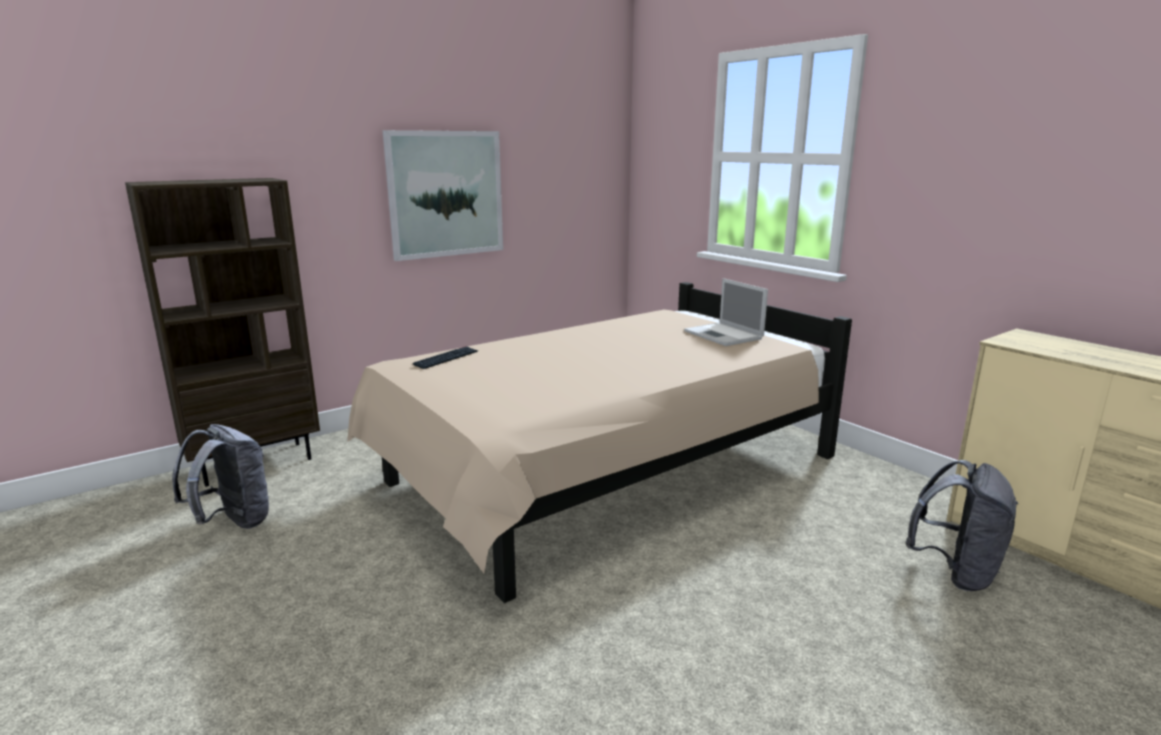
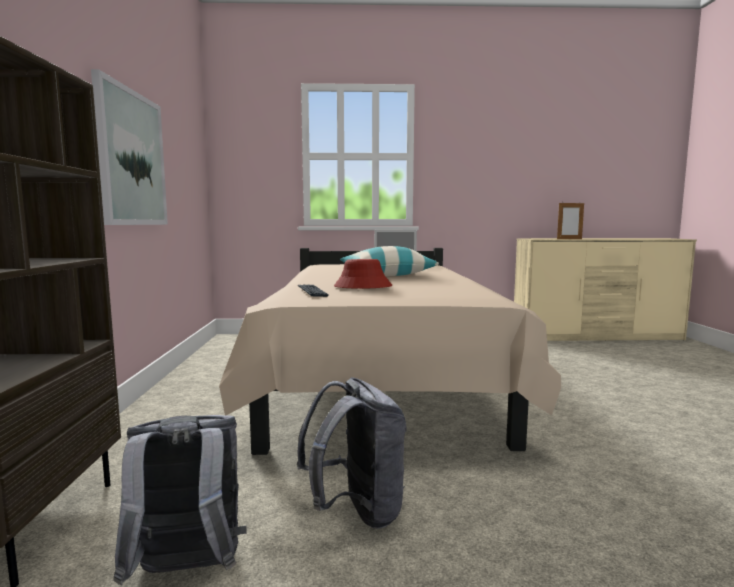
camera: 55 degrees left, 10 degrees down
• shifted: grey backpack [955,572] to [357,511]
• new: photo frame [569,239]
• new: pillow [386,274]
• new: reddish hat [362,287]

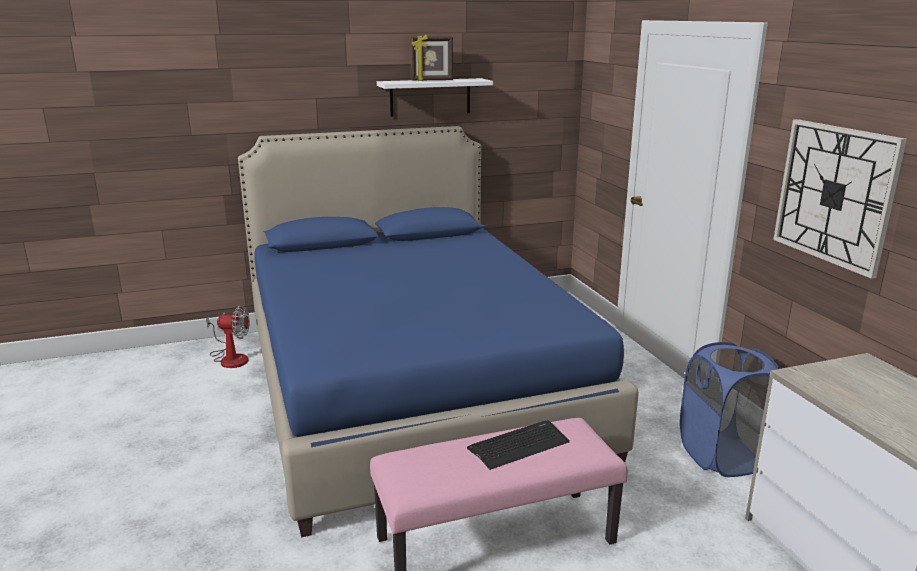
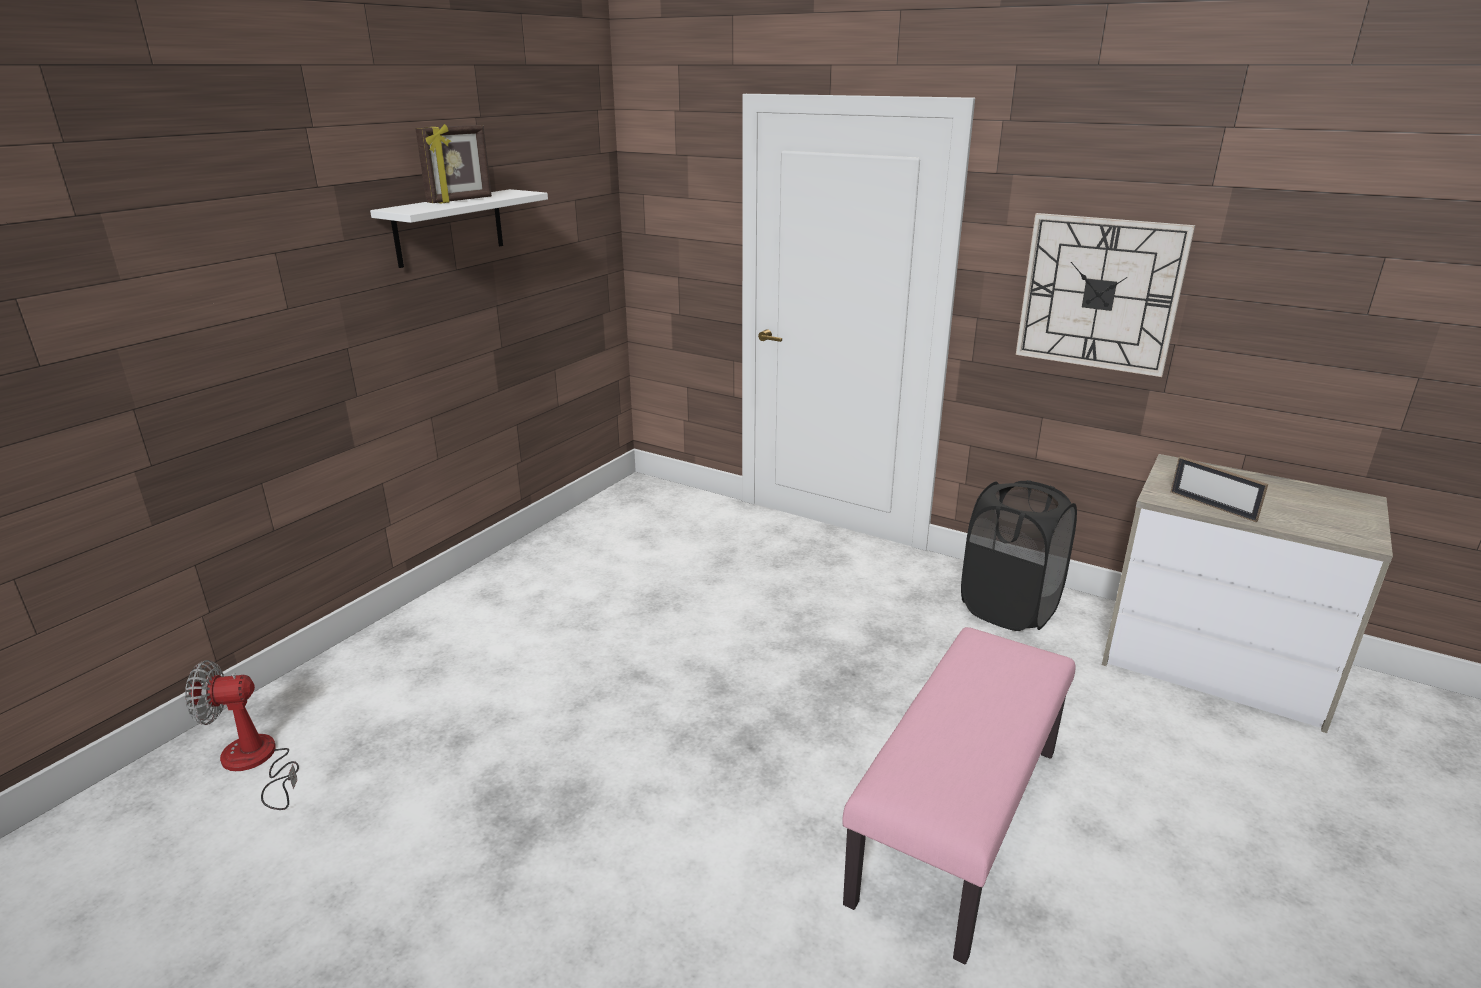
camera: 40 degrees left, 5 degrees up
• gone: bluish sleeping bed [410,389]
• rotated: electric fan [230,358] = [256,763] 150 degrees counterclockwise
• repainted: bluish hamper [722,456] to black hamper [1009,609]
• gone: computer keyboard [519,445]
• new: photo frame [1212,506]

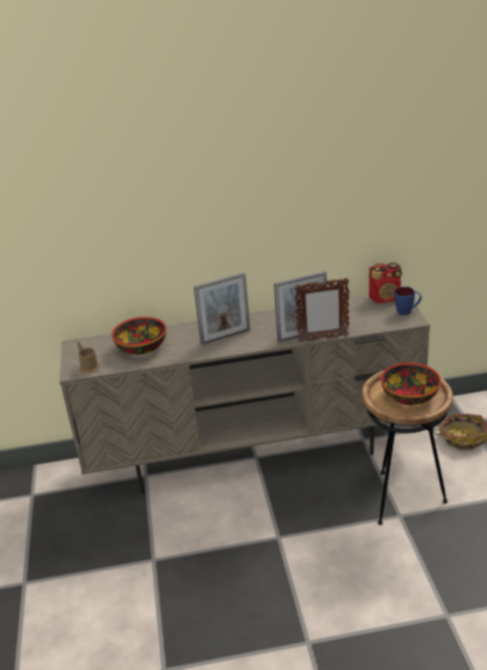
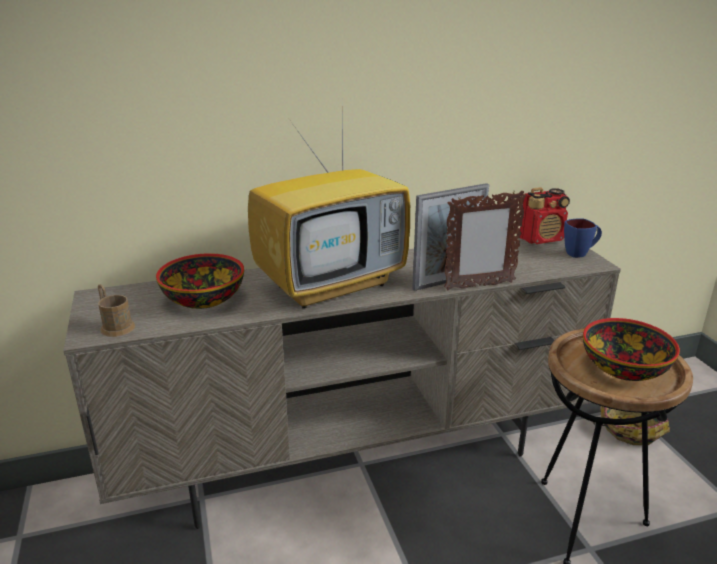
camera: 10 degrees left, 5 degrees down
• swapped: photo frame [225,336] to TV set [332,284]

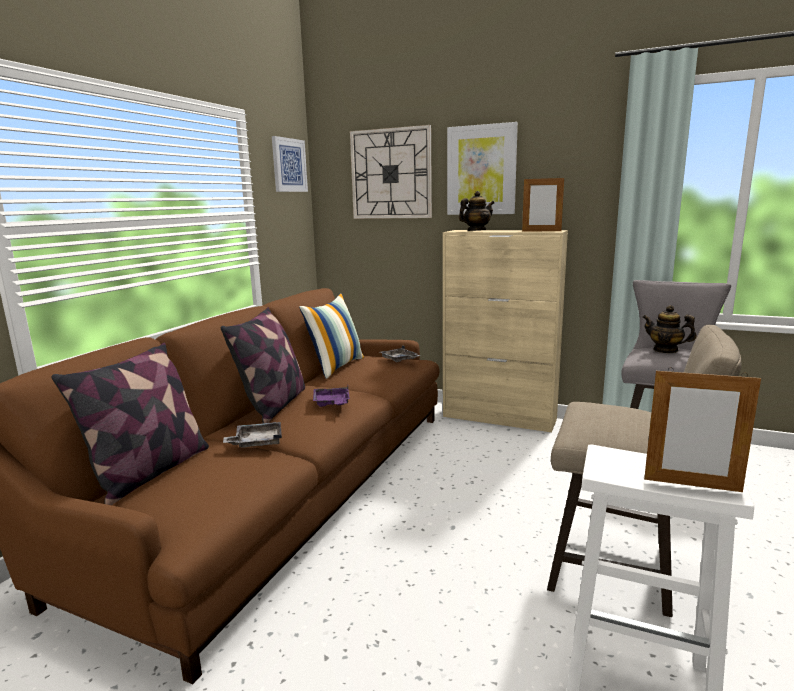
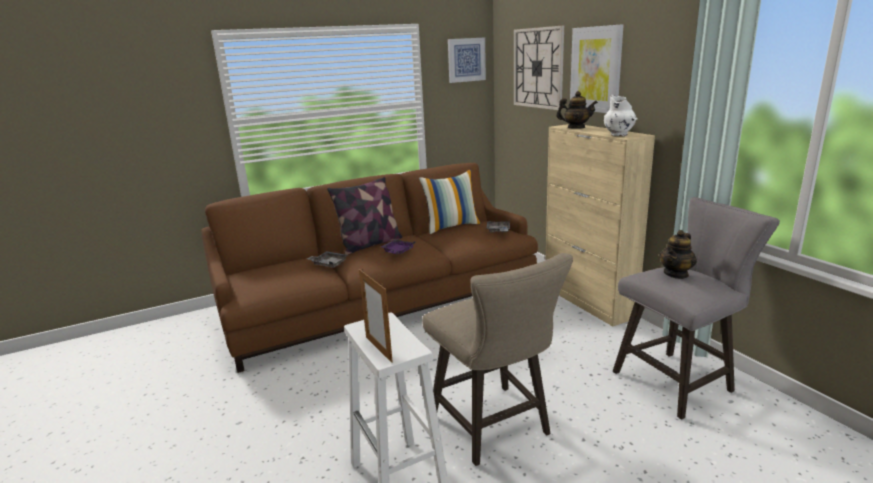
camera: 40 degrees right, 5 degrees up
• swapped: photo frame [541,231] to white decorative vase [619,135]
• rotated: pot for tea [665,350] = [676,274] 120 degrees counterclockwise
• gone: pillow [150,472]

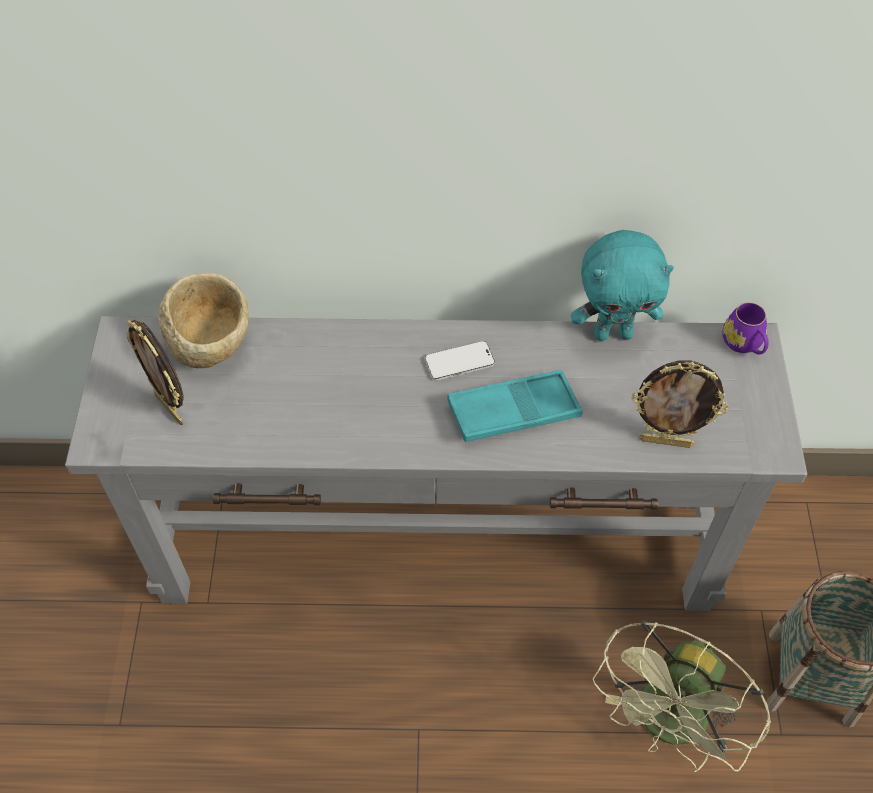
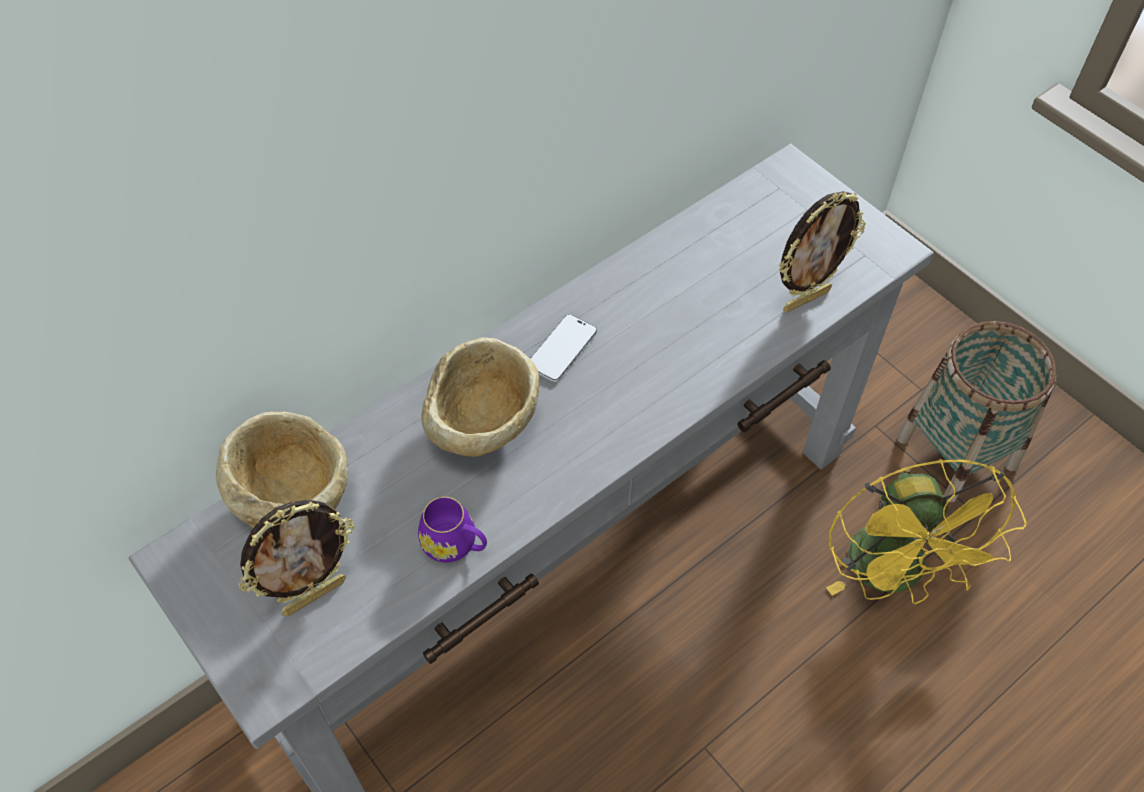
camera: 40 degrees left, 0 degrees up
• gone: turquoise-coloured cuddly toy [613,333]
• shifted: purple coffee mug [744,344] to [455,545]
• rotated: photo frame [171,408] = [314,595] 45 degrees counterclockwise
• gone: turquoise-coloured serving tray [513,411]
• repainted: green electric fan [668,726] to yellowish electric fan [894,575]
• new: beige bowl [483,430]

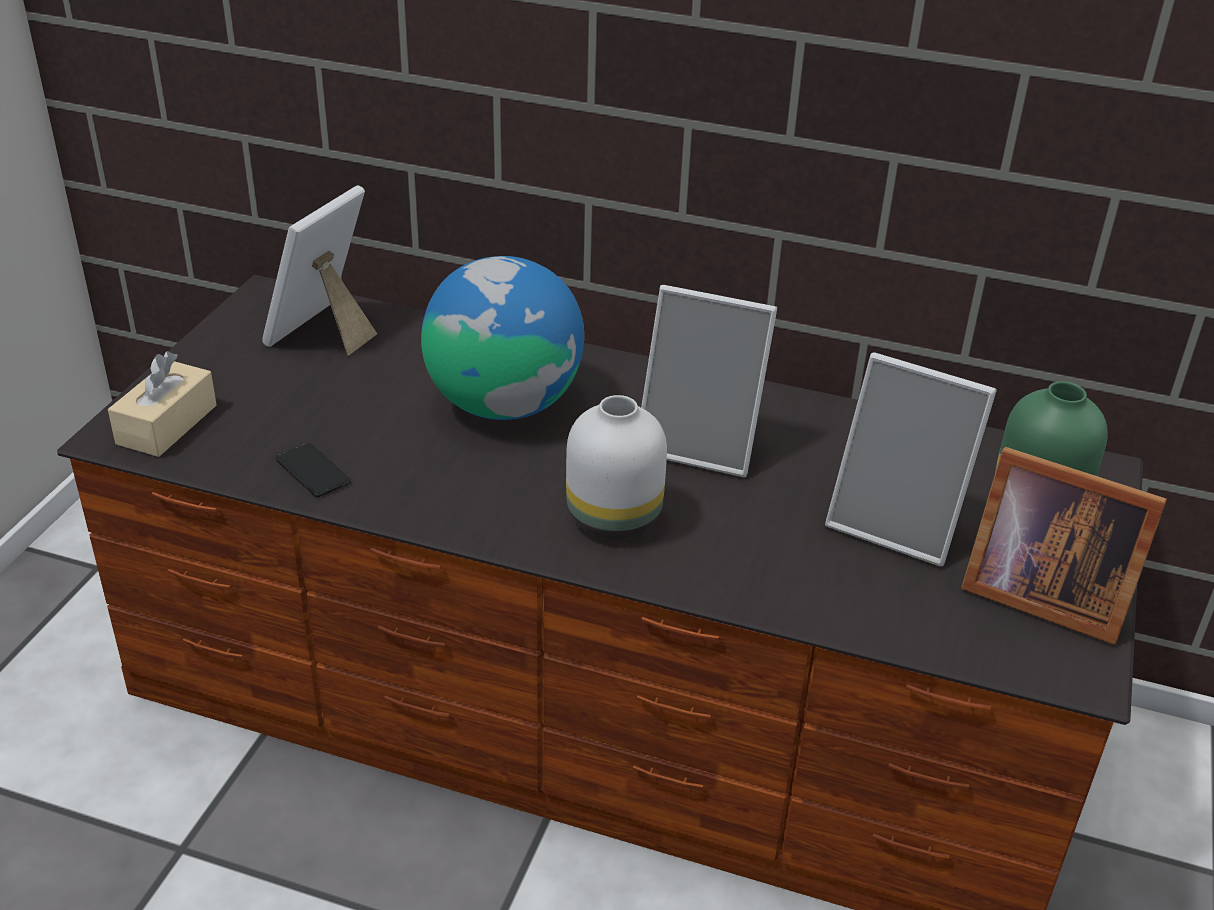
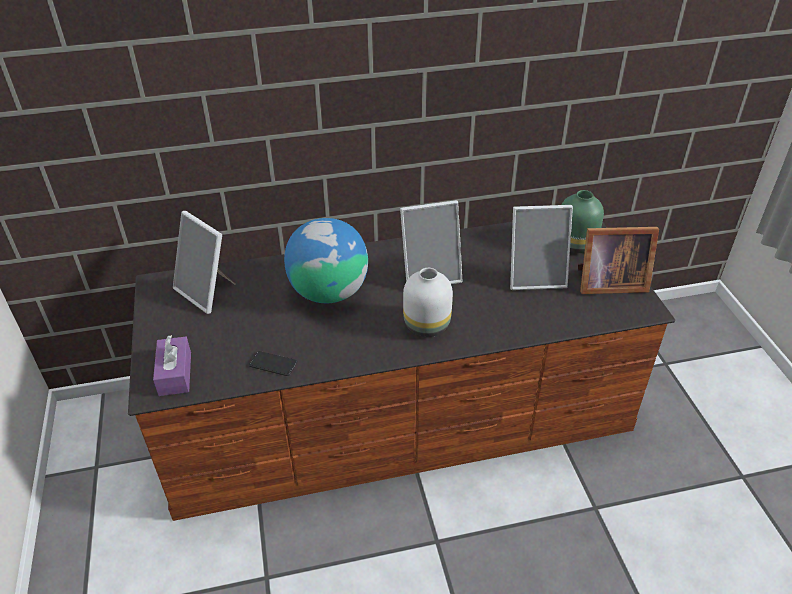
camera: 30 degrees left, 5 degrees up
• rotated: photo frame [325,333] = [207,291] 45 degrees counterclockwise
• repainted: beige tissue holder [167,424] to purple tissue holder [175,374]

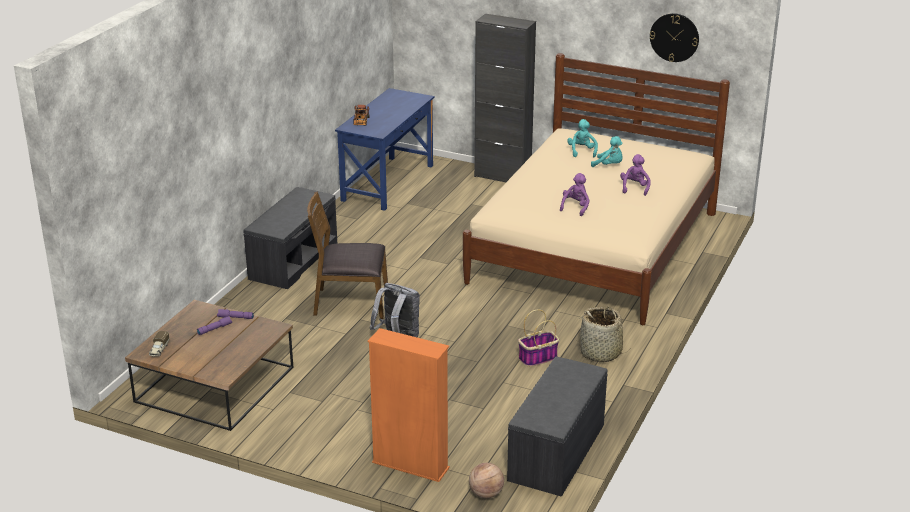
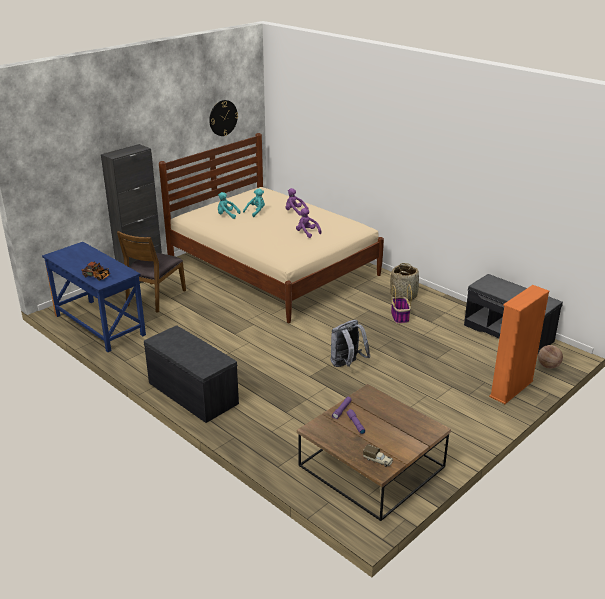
camera: 70 degrees left, 0 degrees up
• shifted: brown upright chair [350,302] to [155,297]

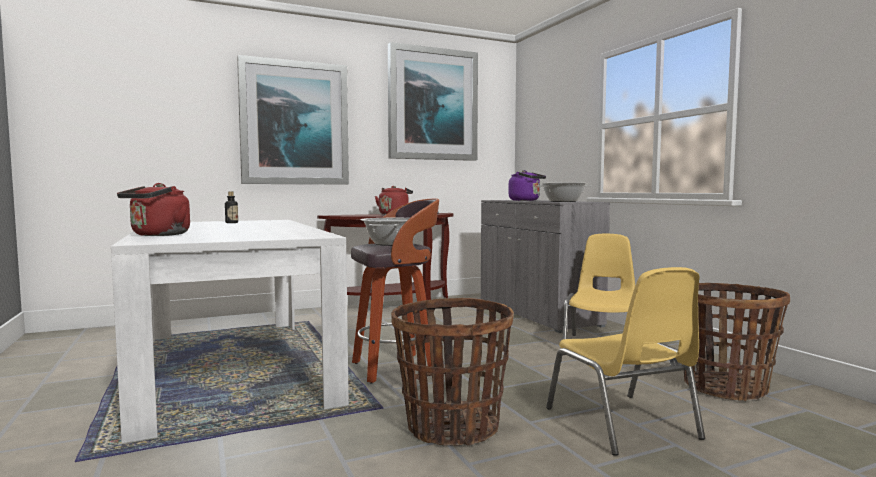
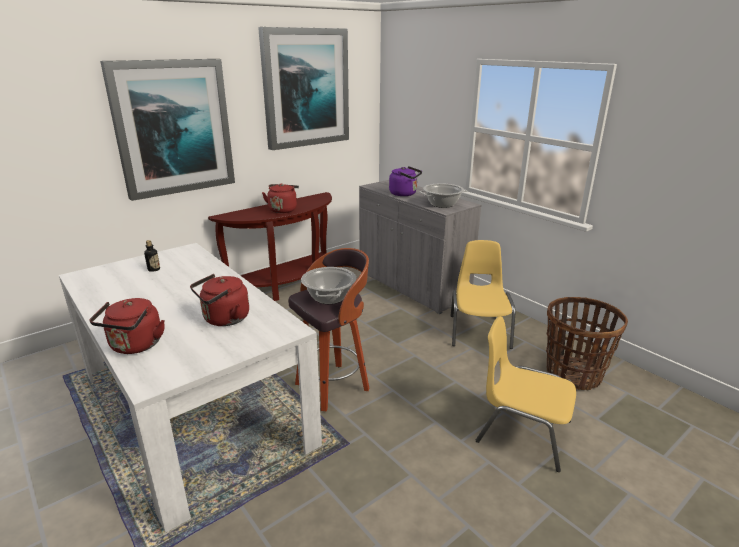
camera: 15 degrees left, 20 degrees up
• rotated: yellowish upright chair [623,424] = [522,431] 150 degrees clockwise
• gone: household basket [451,427]
• new: reddish tea kettle [224,319]

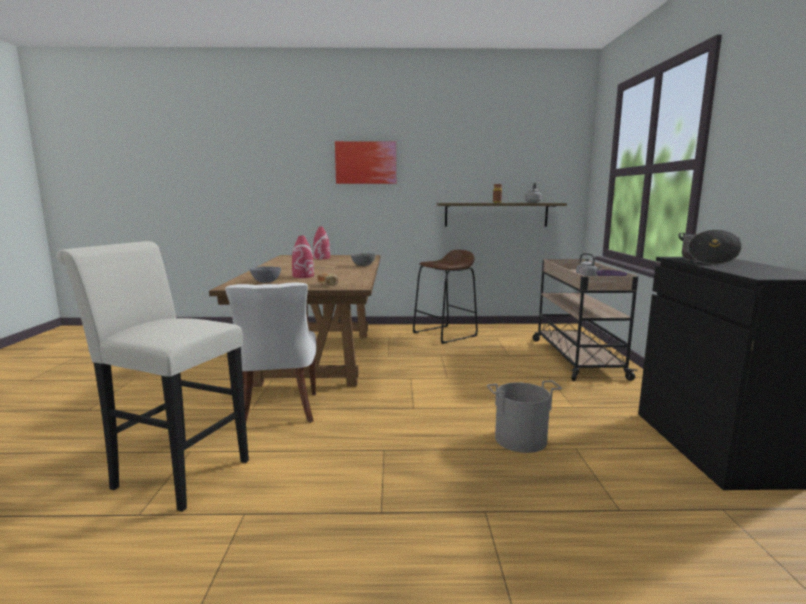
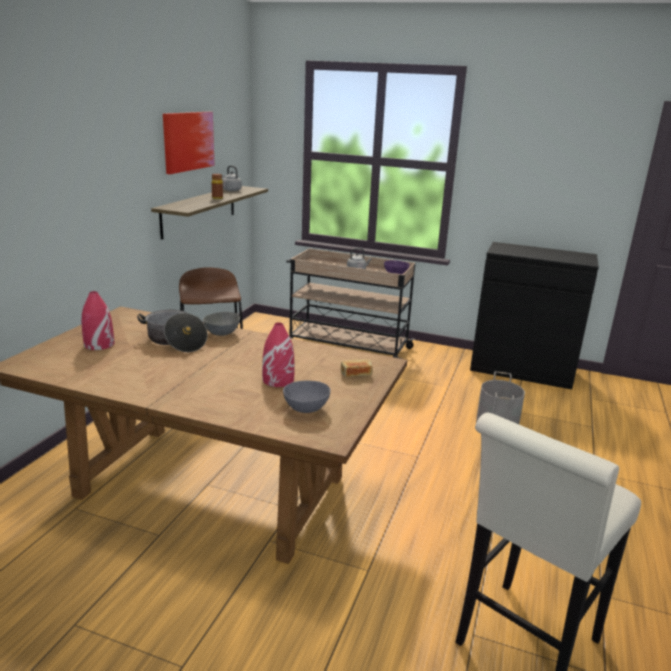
camera: 70 degrees left, 10 degrees up
• shifted: wall picture [366,162] to [188,141]
• shifted: stockpot [706,260] to [175,341]
• gone: white upright chair [278,411]

